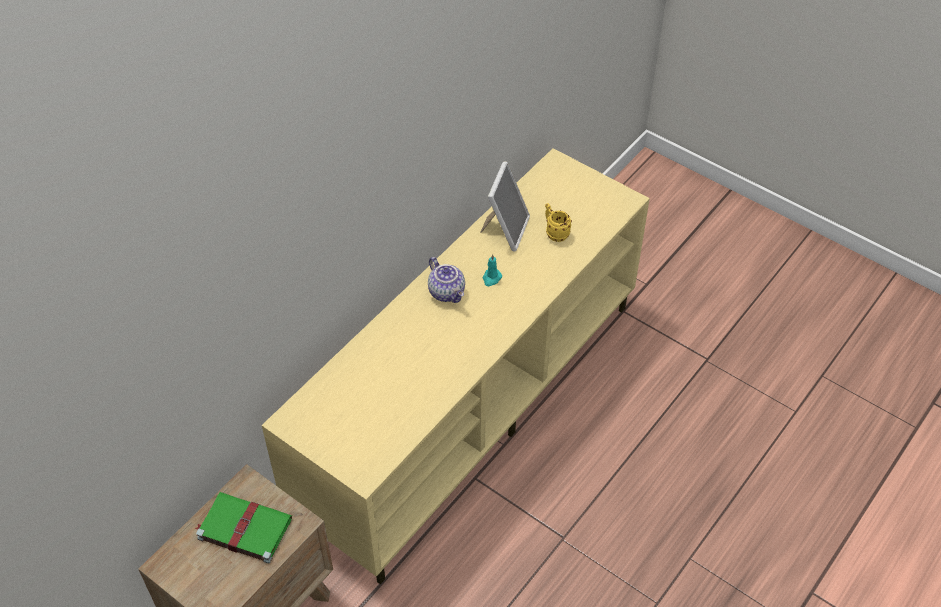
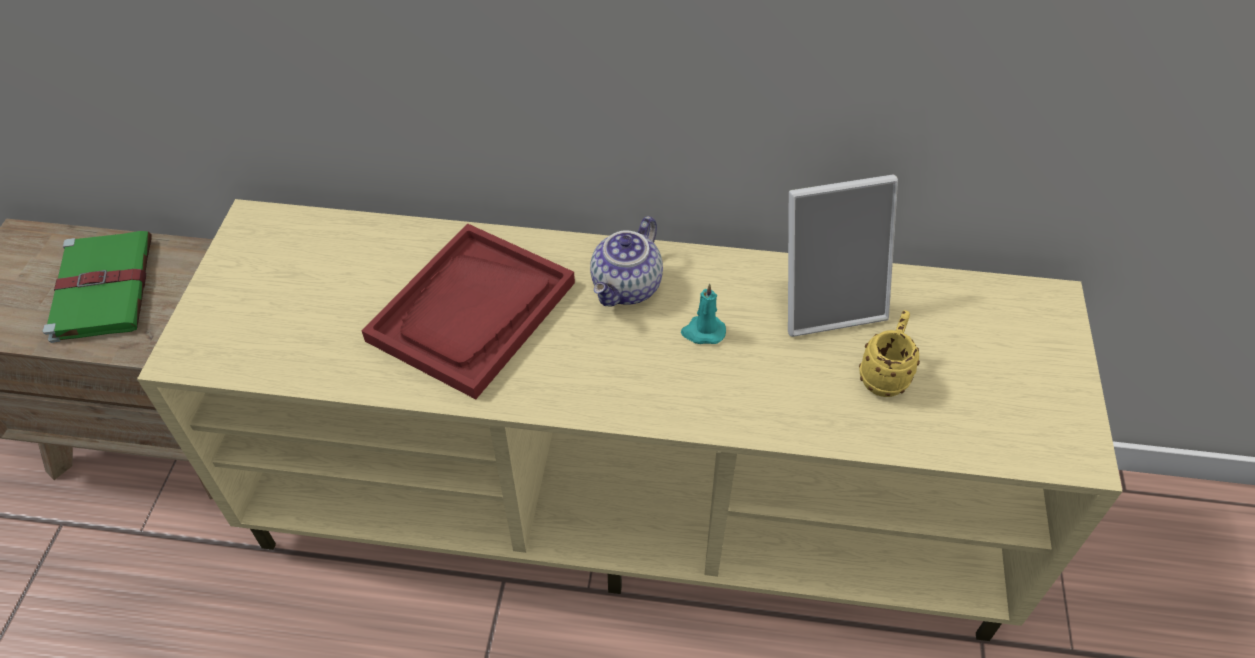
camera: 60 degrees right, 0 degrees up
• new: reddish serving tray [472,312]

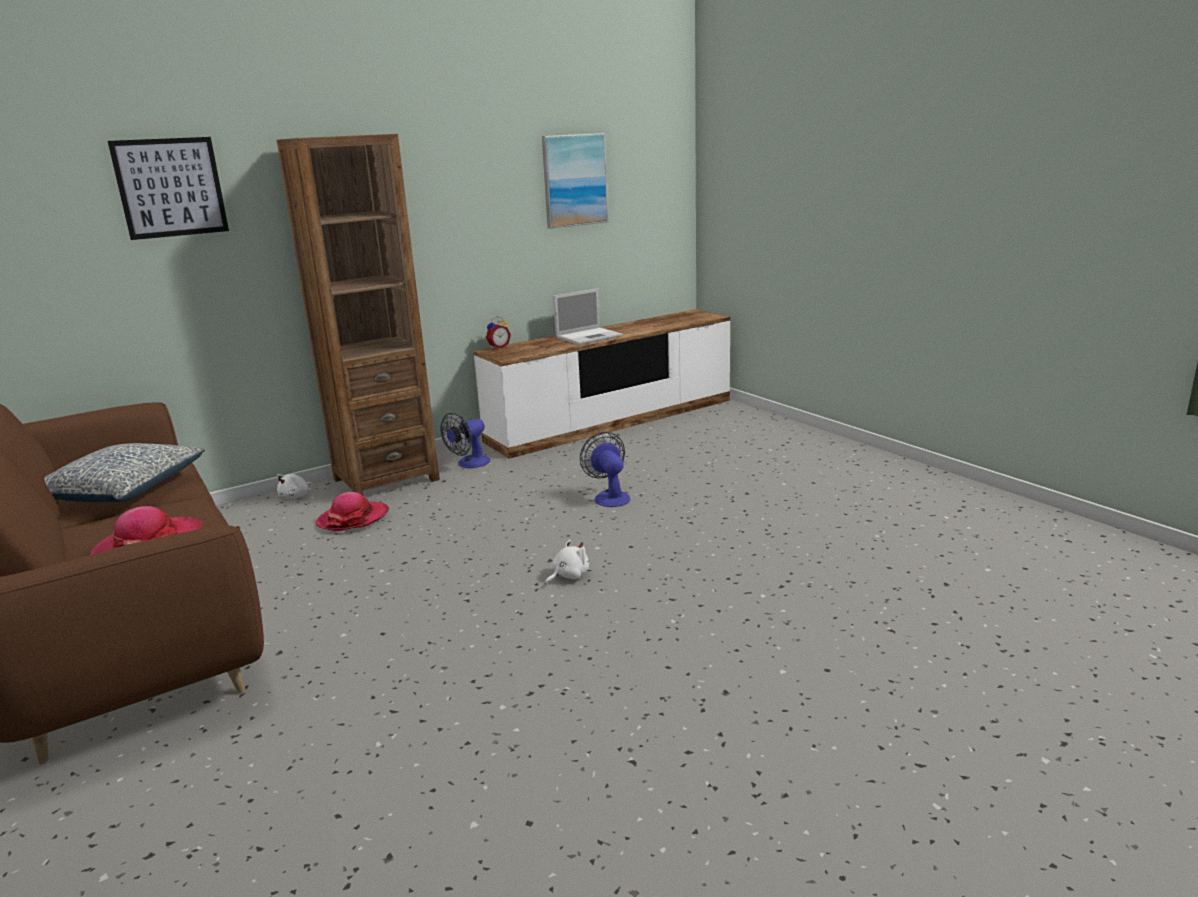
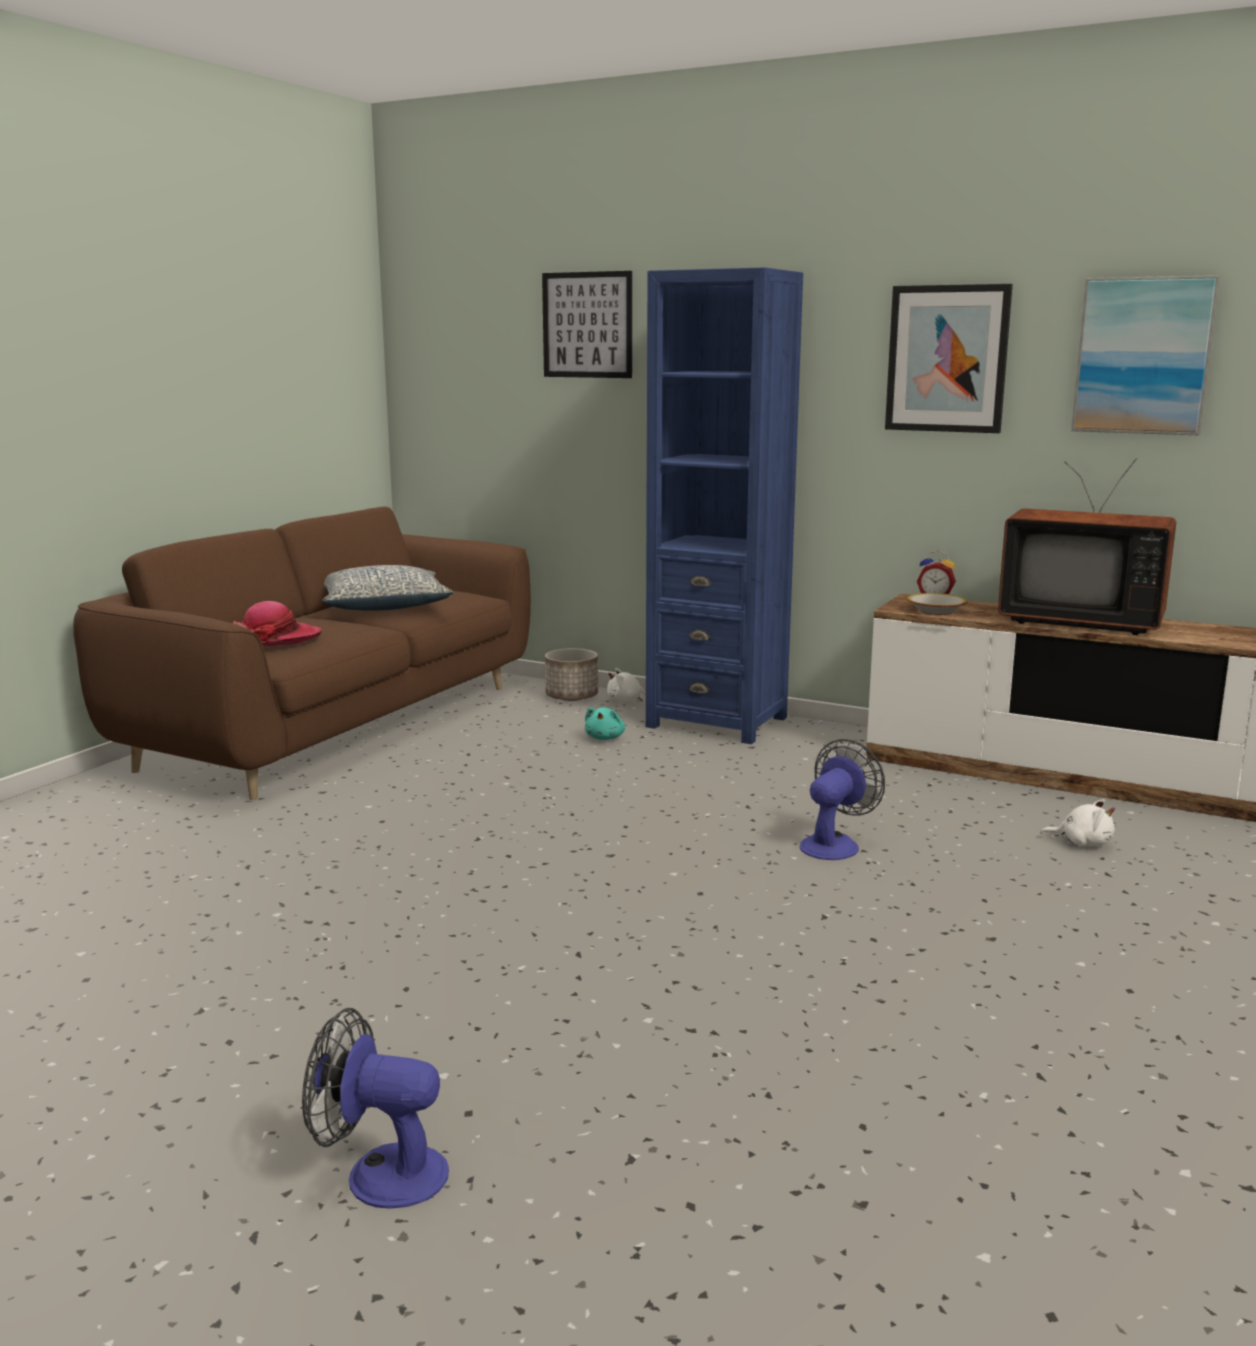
camera: 60 degrees right, 5 degrees down
• repainted: brown bookshelf [386,479] to bluish bookshelf [717,722]
• swapped: laptop [590,336] to TV set [1079,621]
• shifted: electric fan [469,464] to [380,1173]
• swapped: hat [353,519] to turquoise-coloured cuddly toy [605,738]
• shifted: white cuddly toy [568,576] to [1082,842]
• new: wall picture [947,359]
• new: bowl [935,611]
• new: planter [571,696]

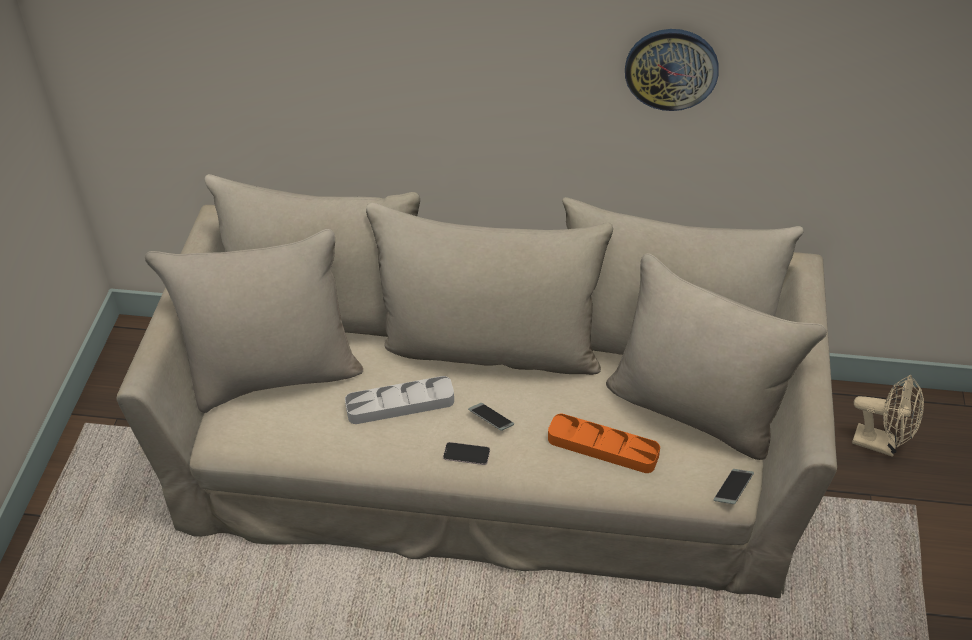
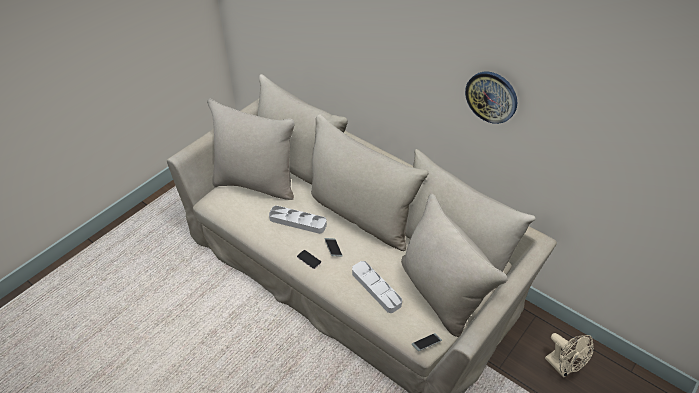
camera: 30 degrees right, 0 degrees up
• repainted: orangey serving tray [603,447] to grey serving tray [376,288]

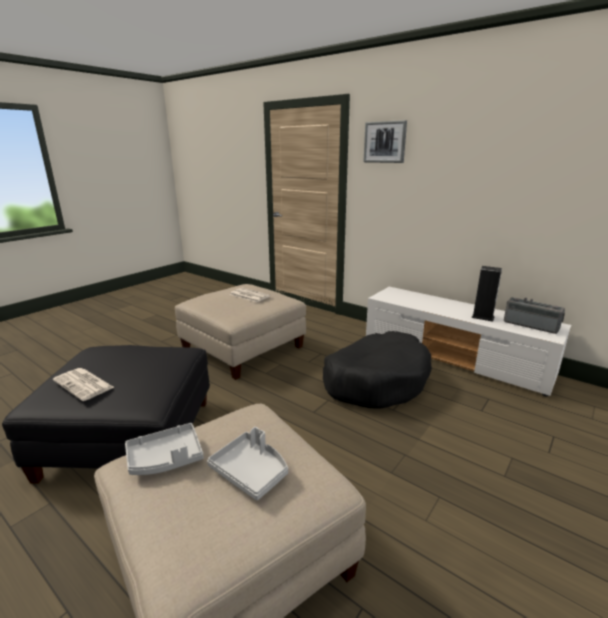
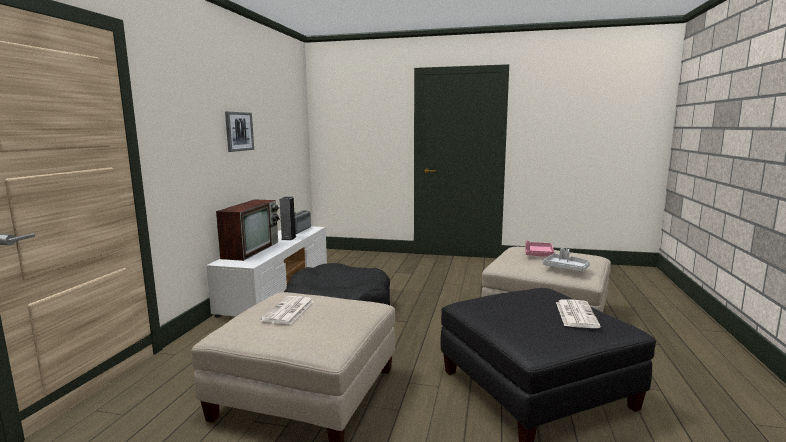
camera: 115 degrees left, 10 degrees down
• shifted: wall picture [385,142] to [239,131]
• repainted: grey serving tray [251,471] to pink-coloured serving tray [538,254]
• new: TV set [251,249]

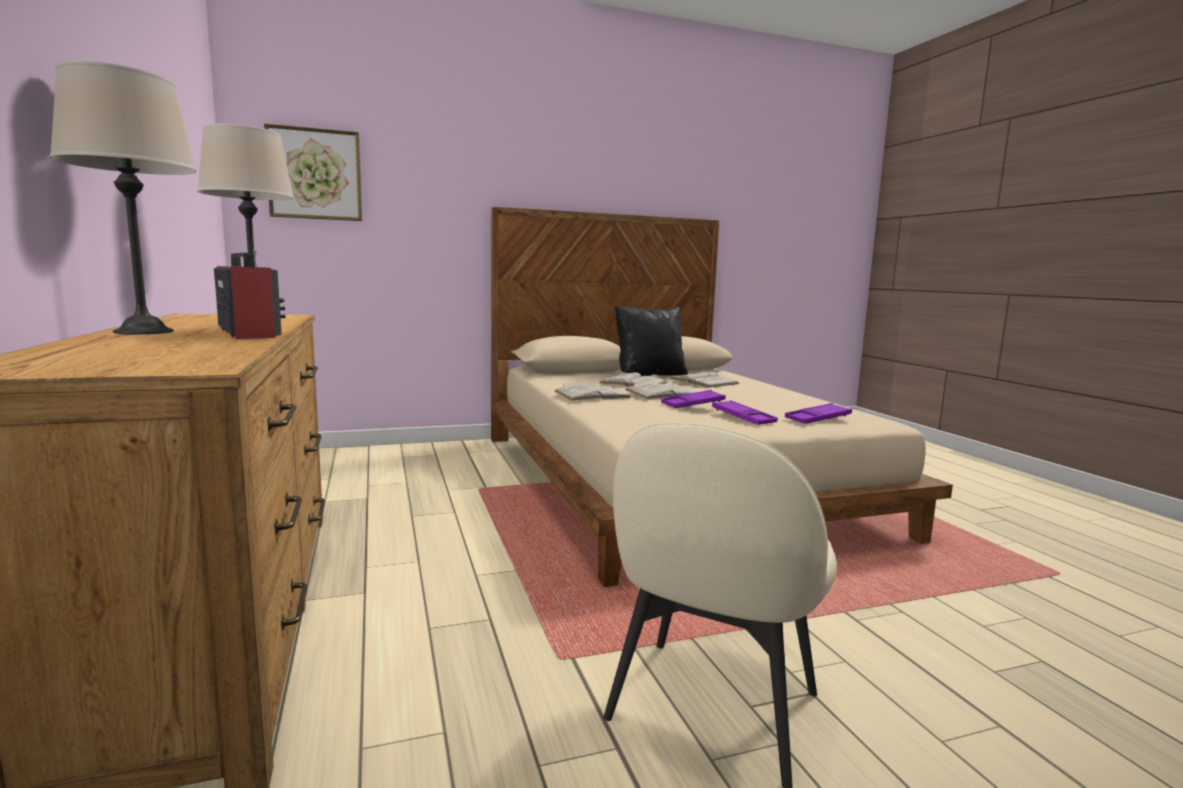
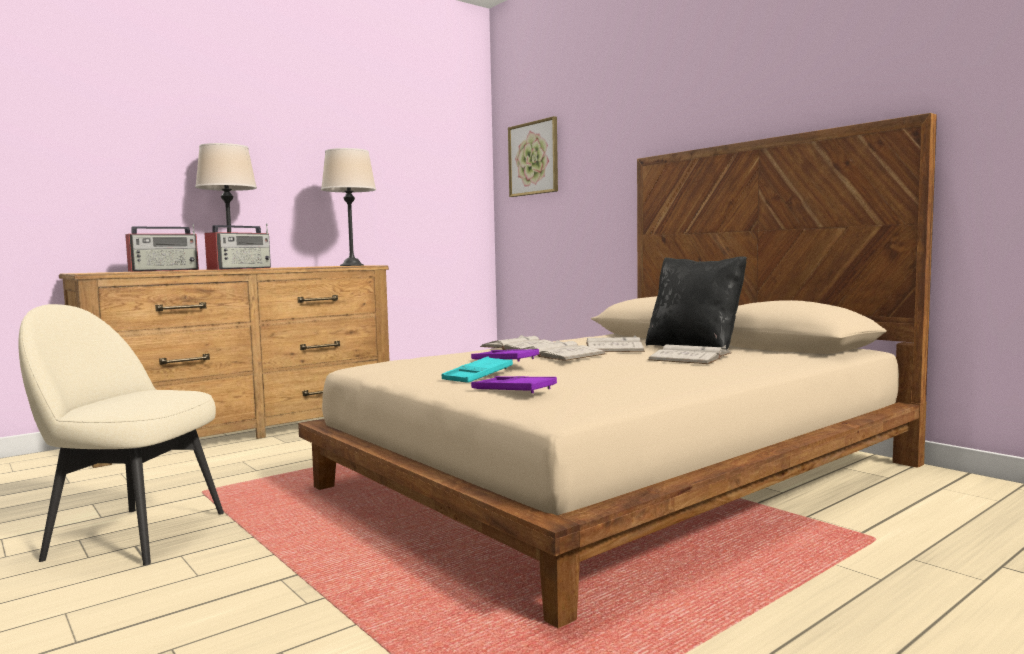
camera: 70 degrees right, 5 degrees down
• repainted: purple serving tray [743,417] to turquoise-coloured serving tray [478,376]
• new: radio receiver [165,270]

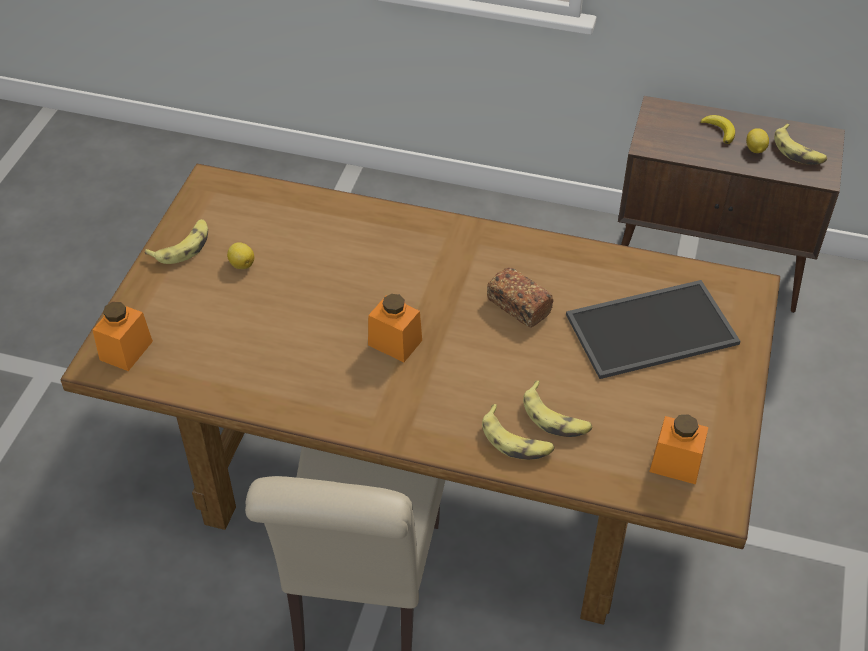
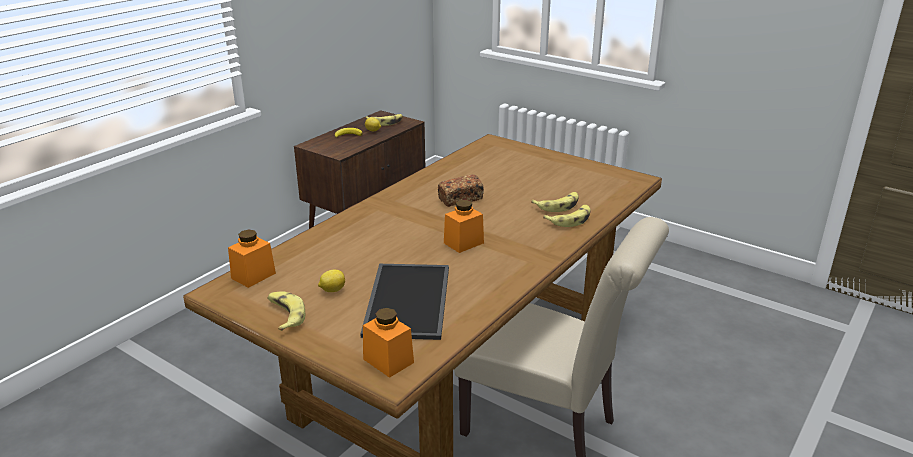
camera: 70 degrees left, 20 degrees down
• shifted: serving tray [652,327] to [405,299]
• shifted: orangey jar [676,463] to [253,276]

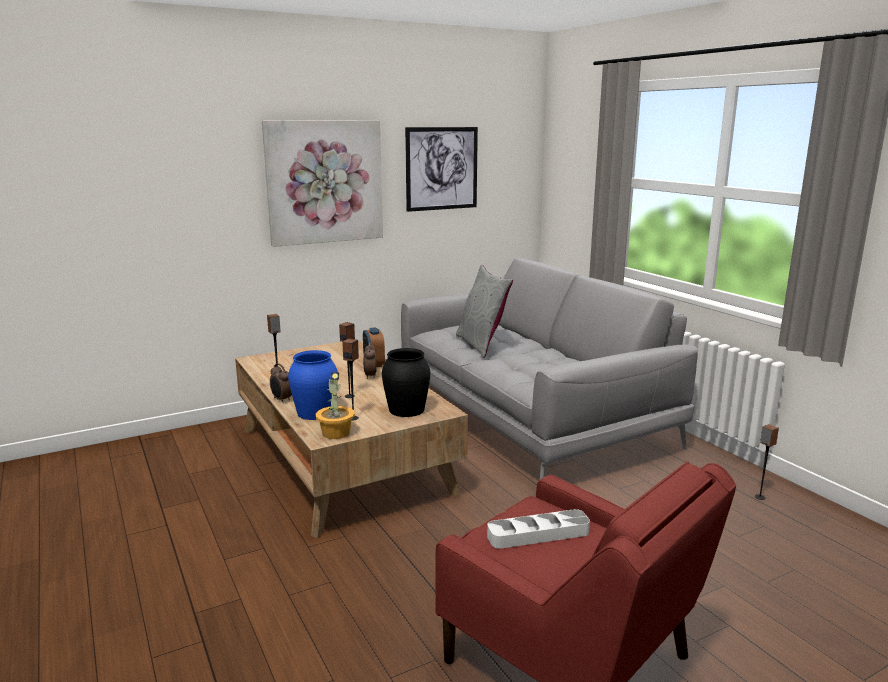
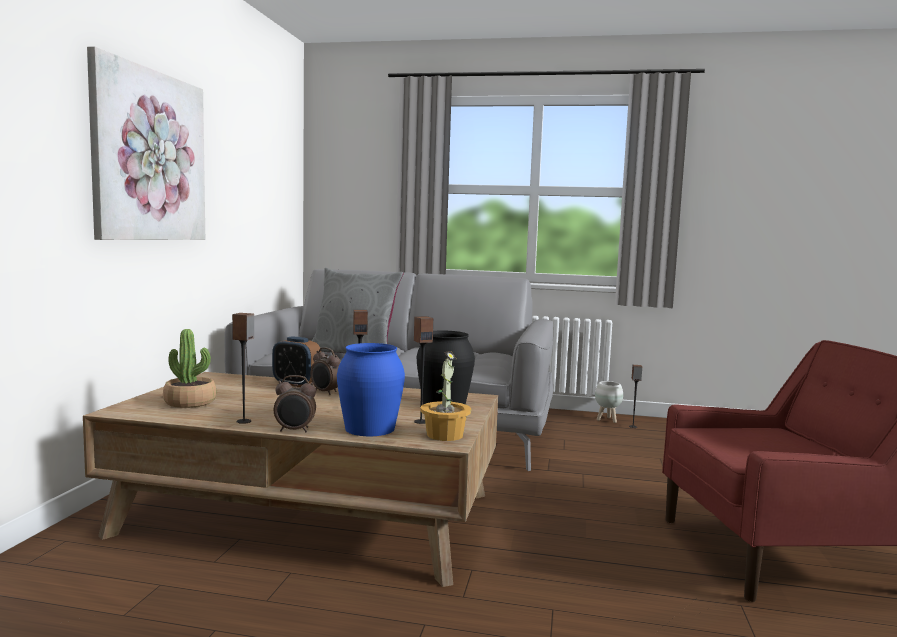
camera: 50 degrees left, 10 degrees down
• gone: wall picture [442,168]
• gone: grey serving tray [538,534]
• new: houseplant [190,402]
• new: white planter [607,420]

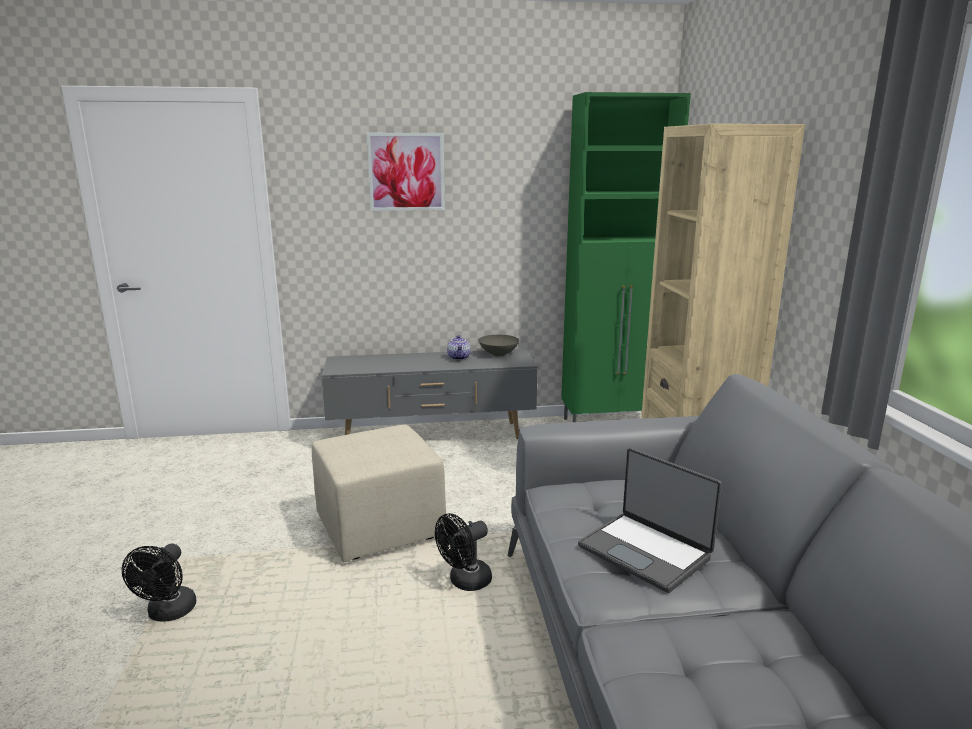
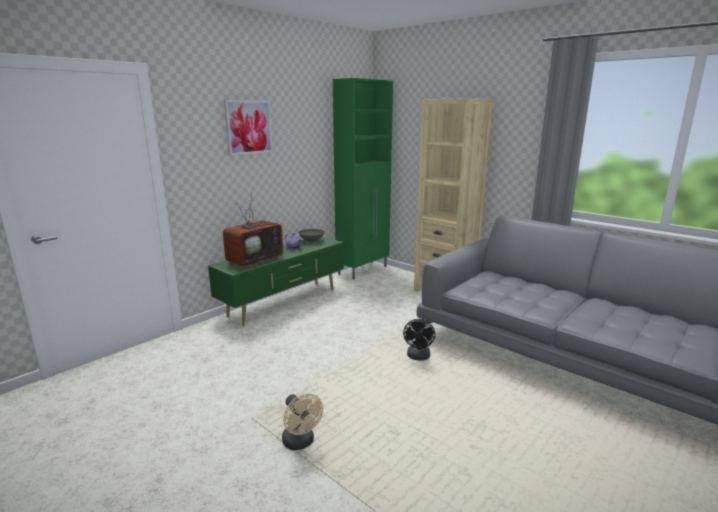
camera: 40 degrees left, 0 degrees up
• repainted: grey media console [433,436] to green media console [284,303]
• gone: beige pouffe [381,527]
• gone: laptop [646,551]
• repainted: black electric fan [168,614] to beige electric fan [301,443]
• new: TV set [255,260]

